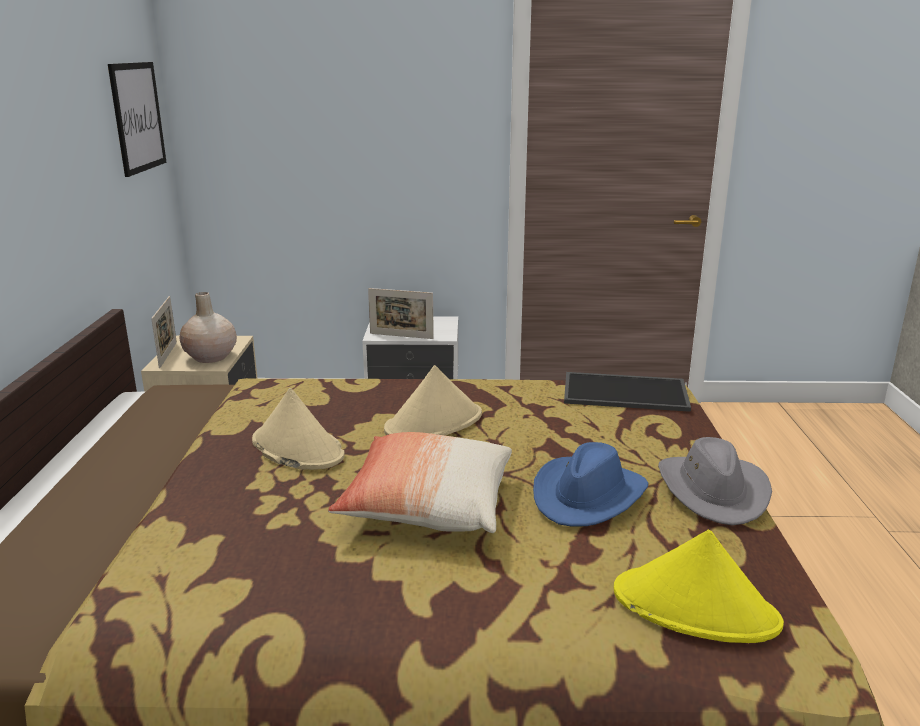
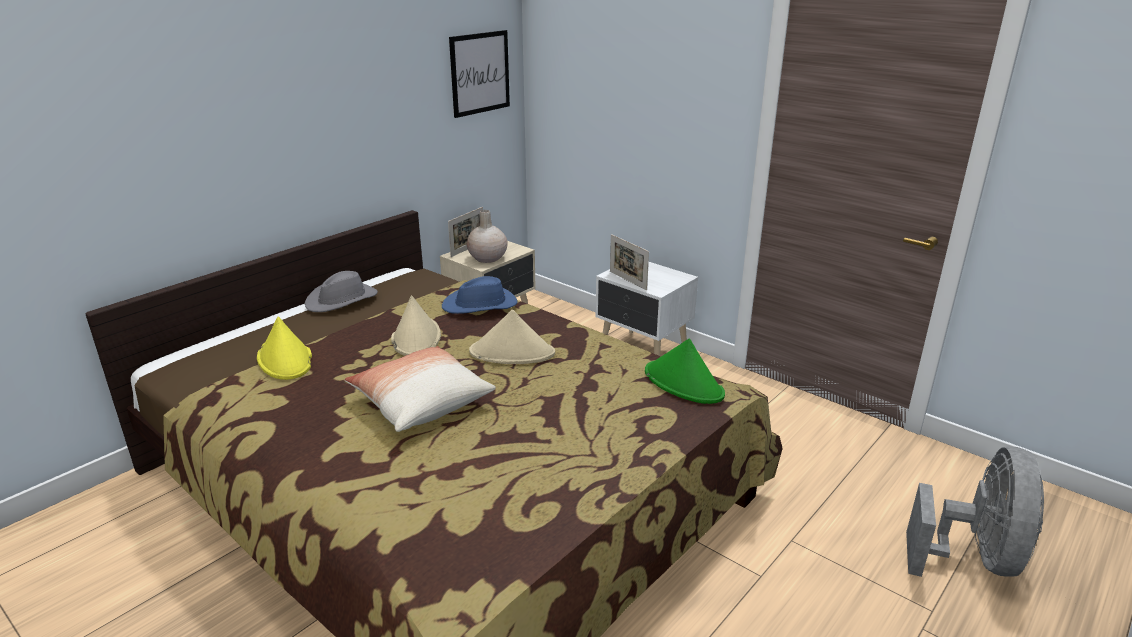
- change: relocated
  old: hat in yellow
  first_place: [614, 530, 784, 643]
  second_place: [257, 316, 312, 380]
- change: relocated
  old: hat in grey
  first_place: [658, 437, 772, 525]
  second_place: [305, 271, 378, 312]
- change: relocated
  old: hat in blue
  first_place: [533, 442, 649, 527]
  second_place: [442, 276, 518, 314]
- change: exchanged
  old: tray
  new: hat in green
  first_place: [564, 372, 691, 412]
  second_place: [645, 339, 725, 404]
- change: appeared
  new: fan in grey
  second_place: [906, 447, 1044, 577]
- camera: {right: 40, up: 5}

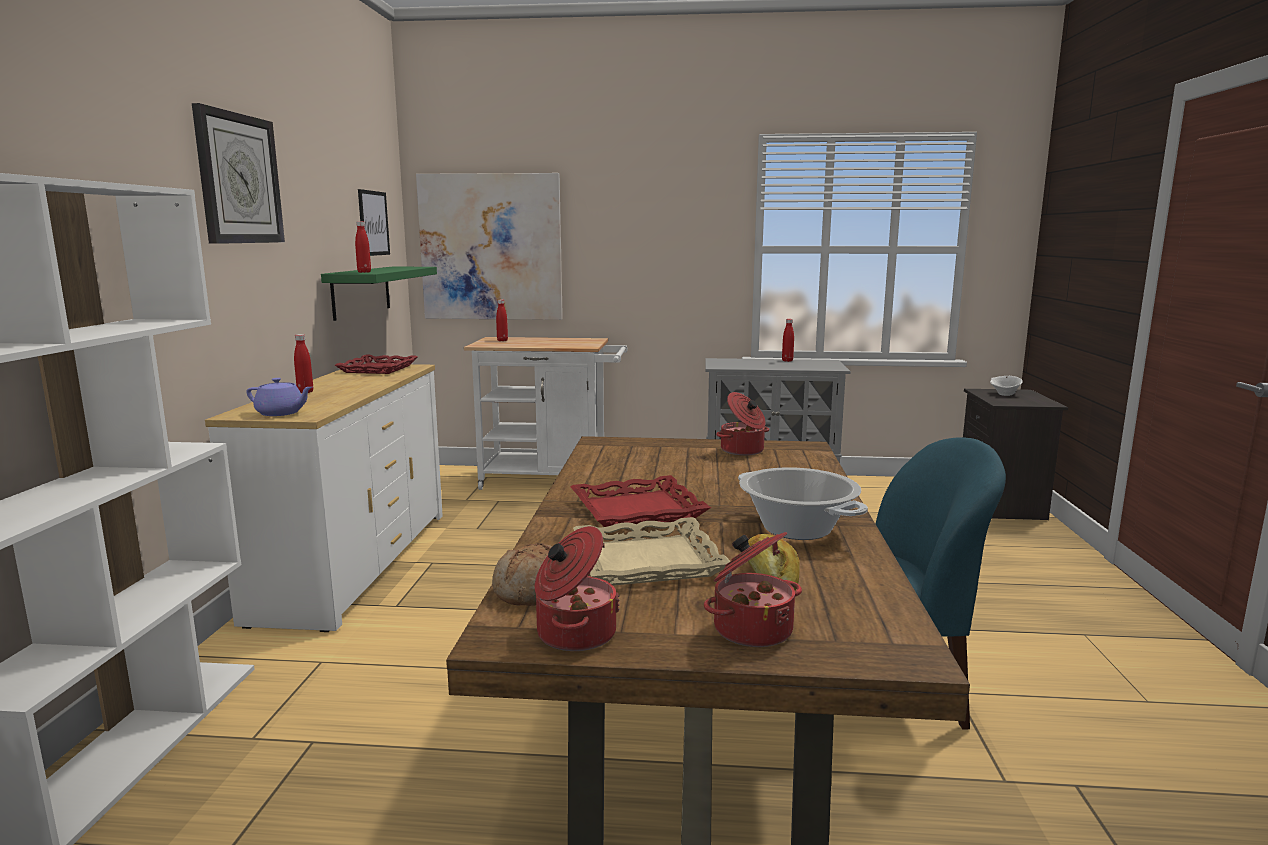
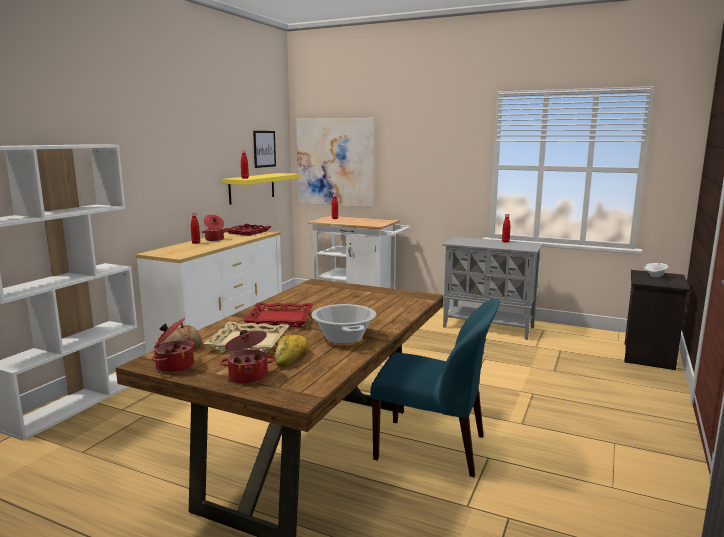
- change: relocated
  old: cooking pot
  first_place: [716, 392, 769, 456]
  second_place: [201, 215, 228, 241]
- change: colour
  old: shelf in green
  new: shelf in yellow
  first_place: [321, 267, 437, 321]
  second_place: [222, 173, 300, 204]
- change: missing
  old: wall clock
  first_place: [192, 103, 285, 244]
- change: missing
  old: teapot in purple
  first_place: [246, 378, 312, 416]
- camera: {right: 20, up: 0}

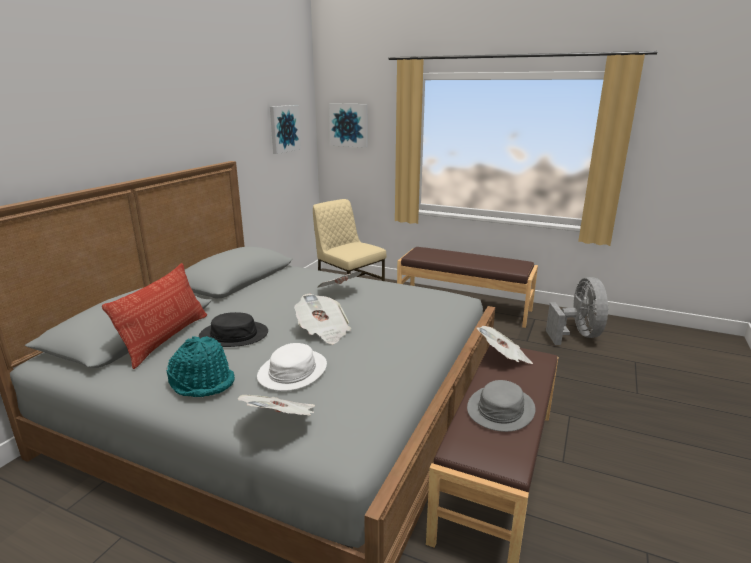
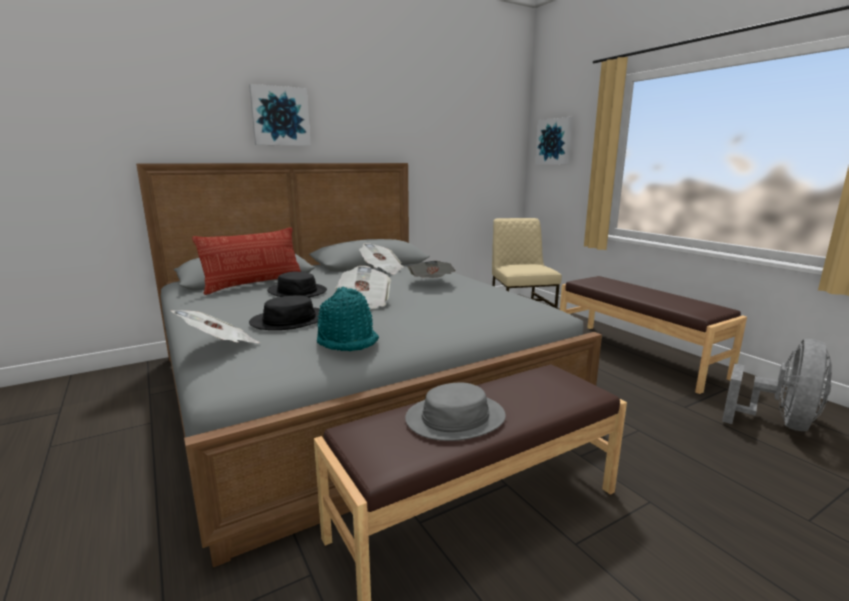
- change: relocated
  old: picture
  first_place: [270, 105, 301, 154]
  second_place: [249, 84, 311, 146]
- change: colour
  old: hat in white
  new: hat in black
  first_place: [257, 343, 327, 391]
  second_place: [249, 295, 320, 330]
- change: relocated
  old: hat in turquoise
  first_place: [166, 336, 235, 397]
  second_place: [317, 286, 379, 351]
- change: relocated
  old: newspaper
  first_place: [477, 326, 533, 364]
  second_place: [359, 243, 404, 274]
- camera: {right: 35, up: -5}

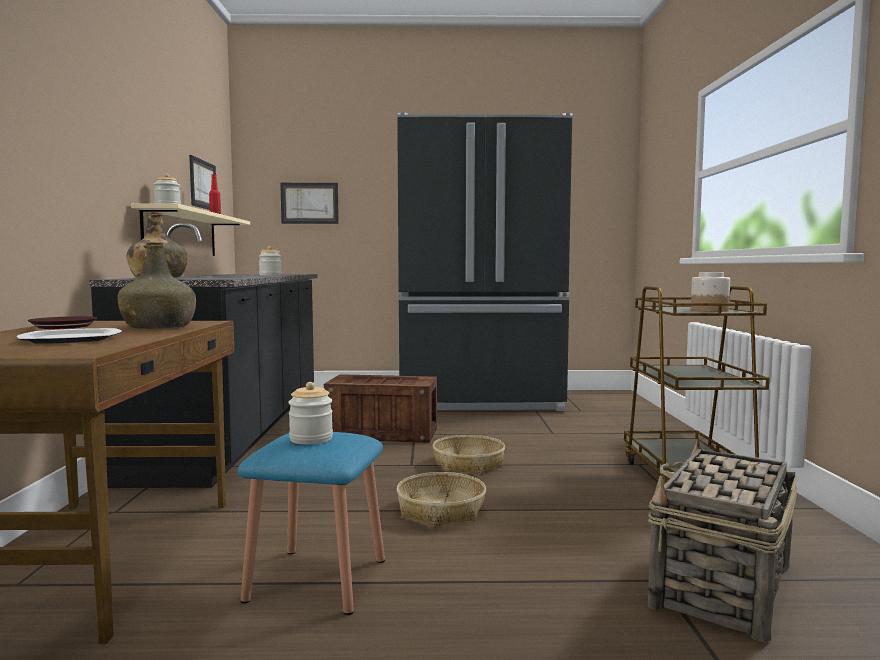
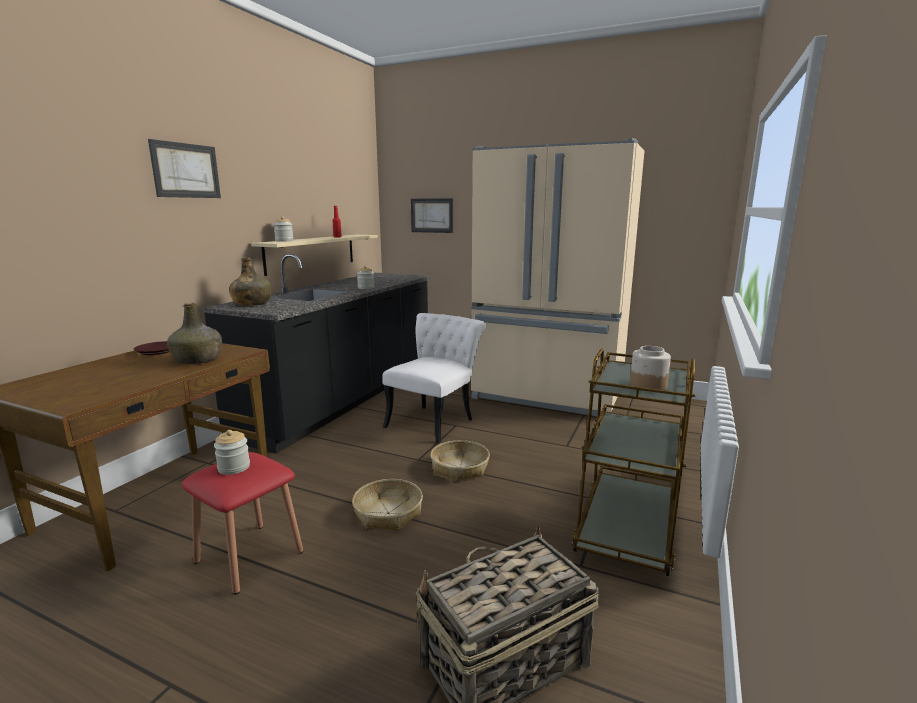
- change: relocated
  old: picture
  first_place: [189, 155, 216, 210]
  second_place: [148, 139, 221, 198]
- change: colour
  old: stool in blue
  new: stool in red
  first_place: [238, 432, 385, 615]
  second_place: [182, 452, 303, 595]
- change: exchanged
  old: crate
  new: chair in white
  first_place: [324, 374, 437, 443]
  second_place: [382, 313, 486, 443]
- change: colour
  old: fridge in black
  new: fridge in beige
  first_place: [397, 112, 573, 411]
  second_place: [471, 138, 644, 416]
- change: missing
  old: plate
  first_place: [17, 328, 122, 344]
- camera: {right: 25, up: 10}

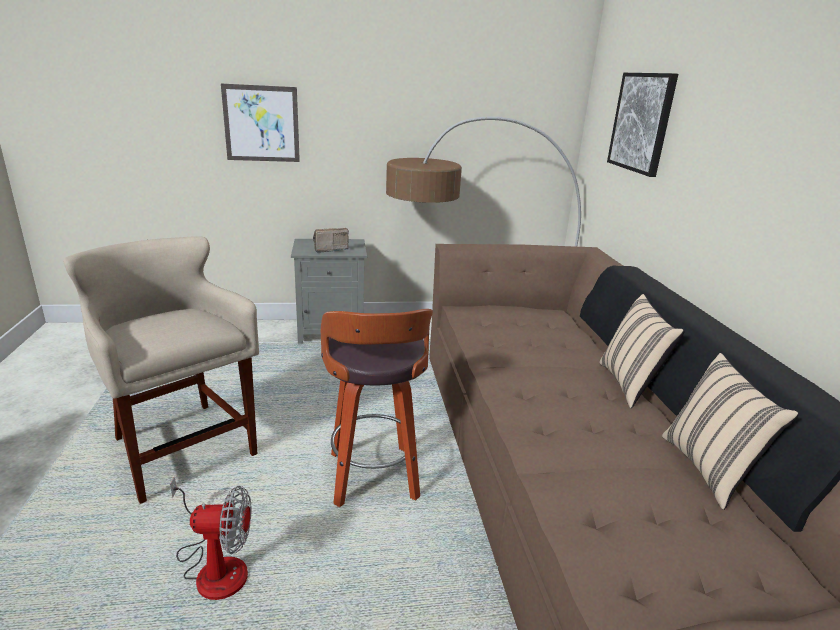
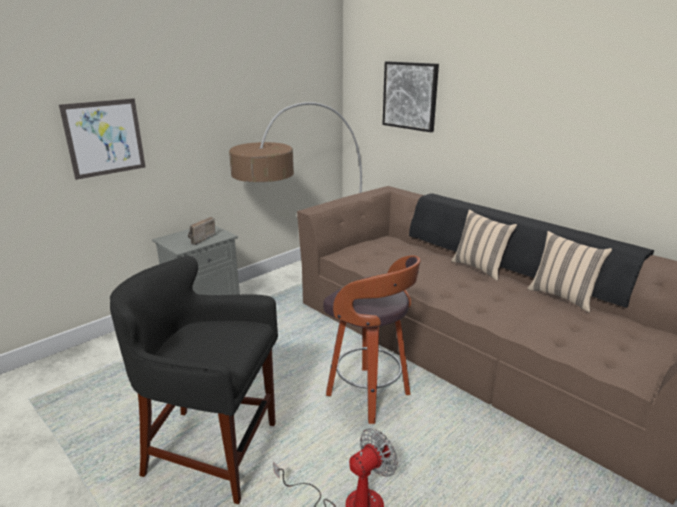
- change: colour
  old: stool in beige
  new: stool in black
  first_place: [63, 236, 259, 504]
  second_place: [110, 256, 278, 504]
- camera: {right: -35, up: 0}

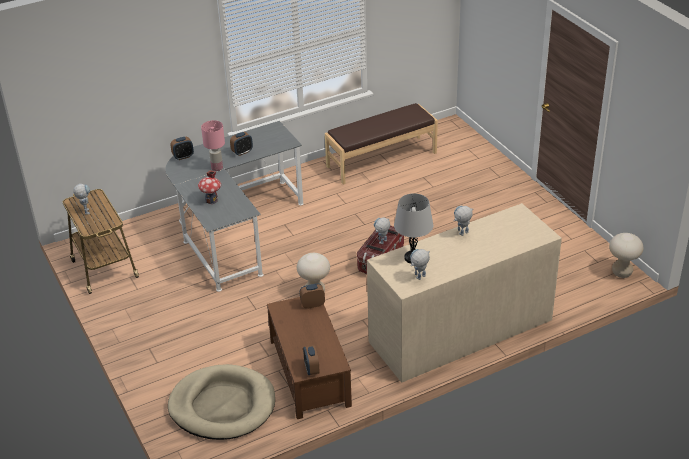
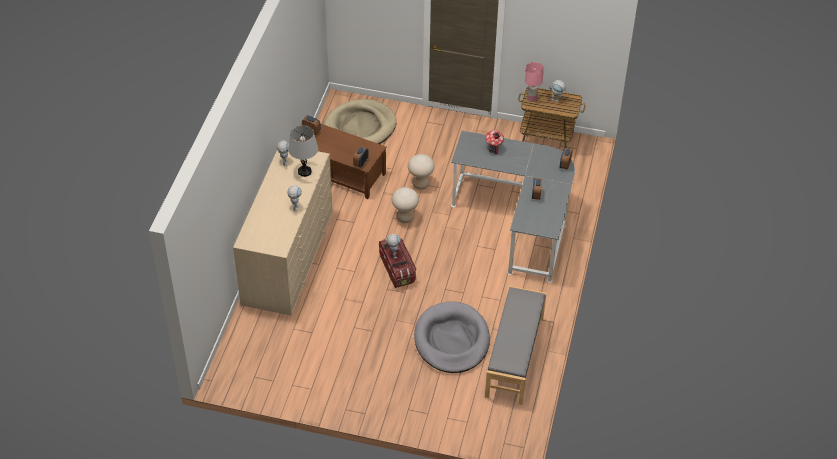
- change: relocated
  old: stool in beige
  first_place: [609, 233, 643, 278]
  second_place: [408, 154, 435, 190]
- change: appeared
  new: dog bed in grey
  second_place: [414, 301, 490, 373]
- change: colour
  old: bench in brown
  new: bench in grey
  first_place: [325, 103, 438, 185]
  second_place: [485, 286, 546, 405]
- change: relocated
  old: table lamp in pink
  first_place: [201, 120, 225, 171]
  second_place: [525, 62, 544, 102]
- camera: {right: 130, up: 10}

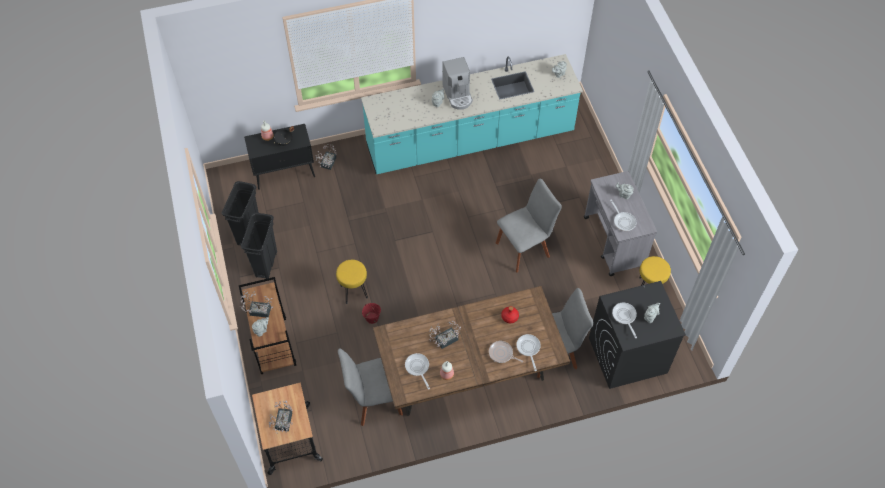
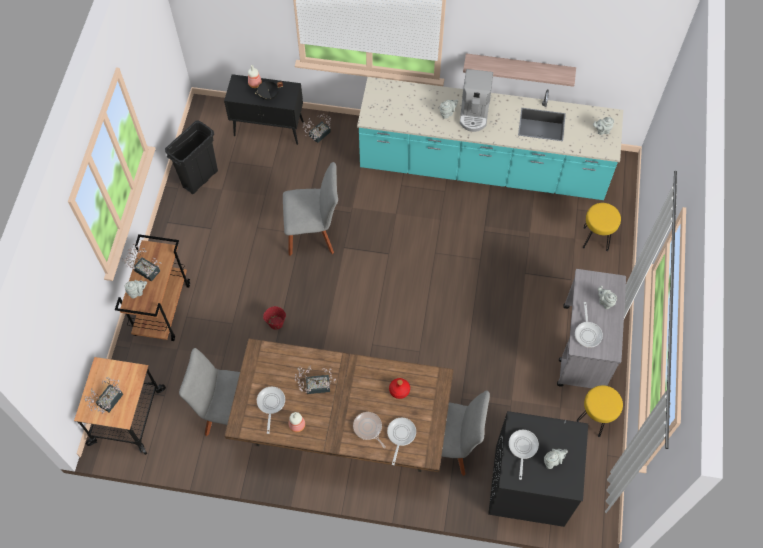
- change: relocated
  old: chair in grey
  first_place: [496, 178, 562, 273]
  second_place: [283, 162, 338, 256]
- change: appeared
  new: shelf
  second_place: [463, 53, 576, 87]
- change: relocated
  old: stool in yellow
  first_place: [336, 260, 368, 304]
  second_place: [583, 203, 621, 251]
- change: missing
  old: trash can in black
  first_place: [241, 213, 277, 279]
- camera: {right: 25, up: 5}

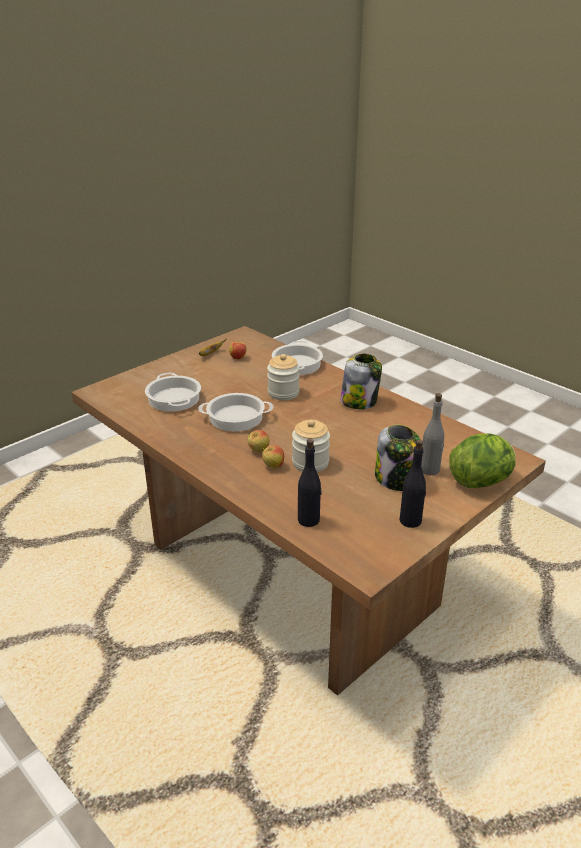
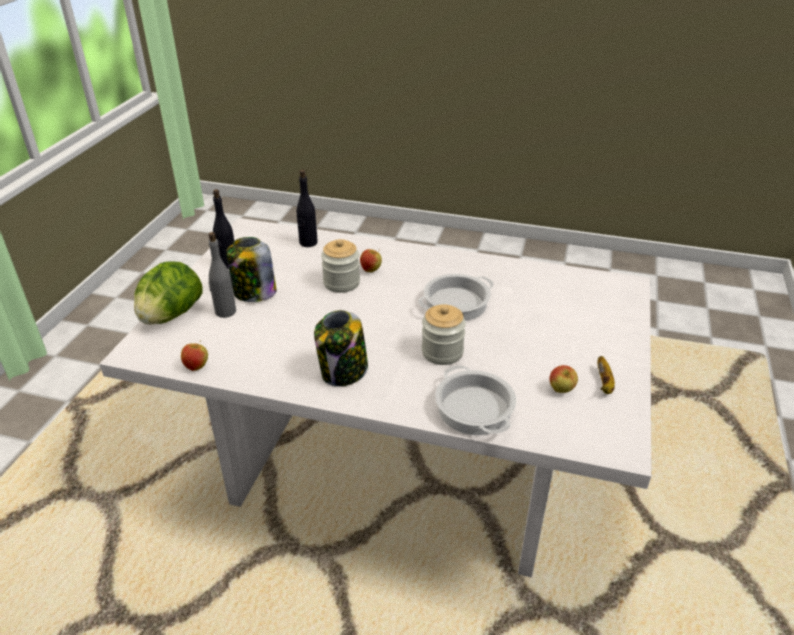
- change: colour
  old: dining table in brown
  new: dining table in white
  first_place: [71, 326, 546, 695]
  second_place: [100, 218, 651, 578]
- change: relocated
  old: apple
  first_place: [247, 430, 269, 452]
  second_place: [181, 340, 208, 371]
- change: missing
  old: cooking pot
  first_place: [145, 373, 201, 412]
- camera: {right: 150, up: 5}

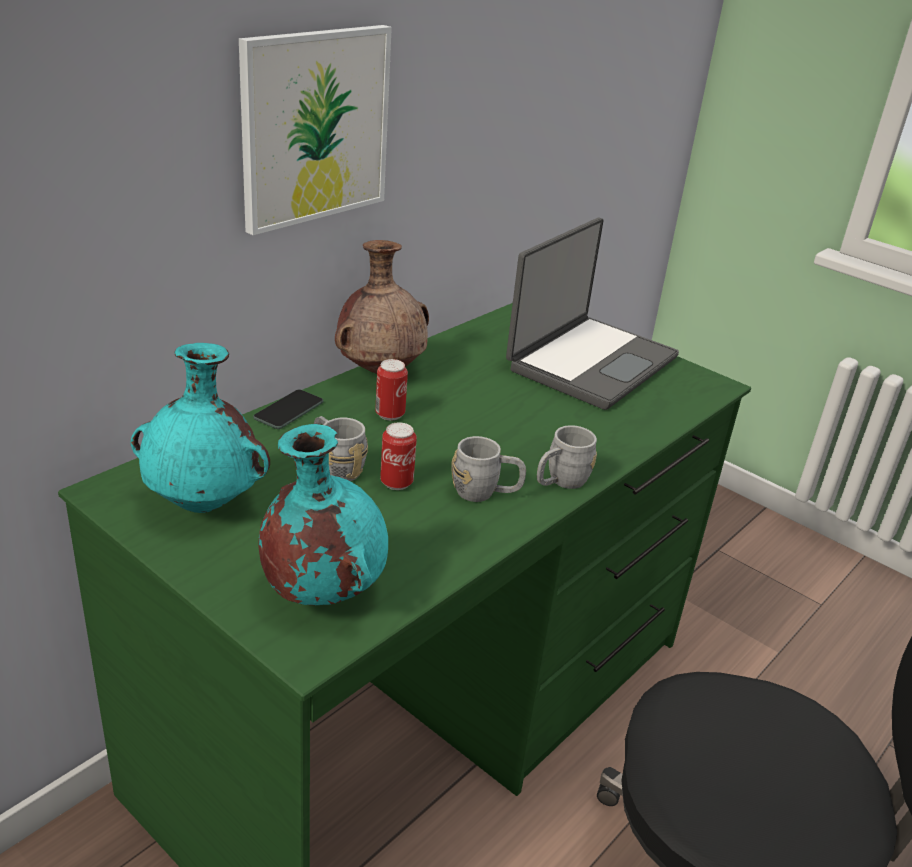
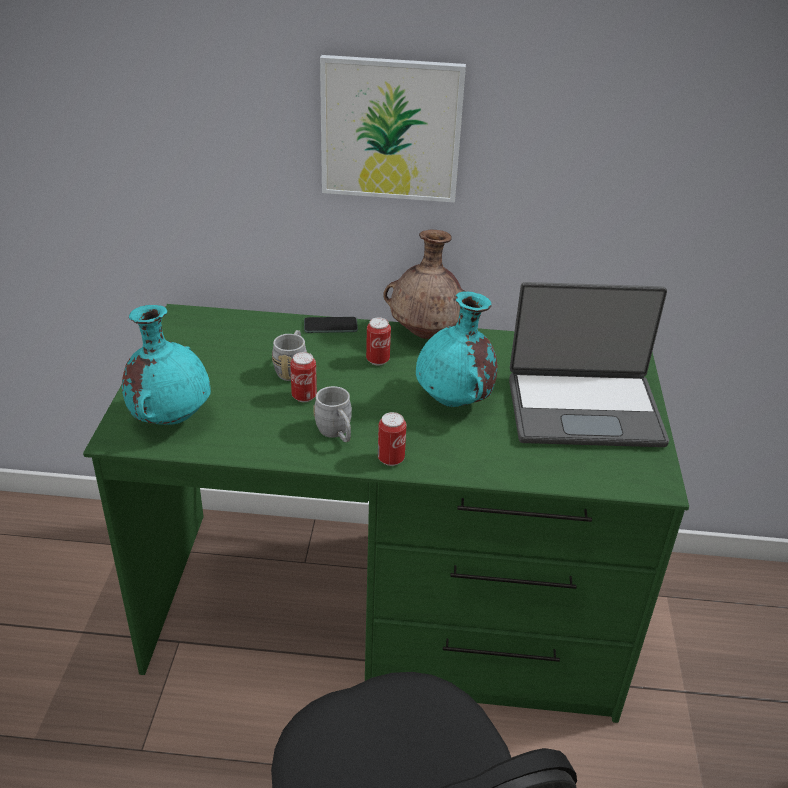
- change: exchanged
  old: mug in grey
  new: can
  first_place: [537, 425, 597, 489]
  second_place: [378, 412, 406, 466]
- change: relocated
  old: vase in turquoise
  first_place: [130, 343, 270, 513]
  second_place: [416, 291, 498, 407]
- camera: {right: 55, up: 5}

